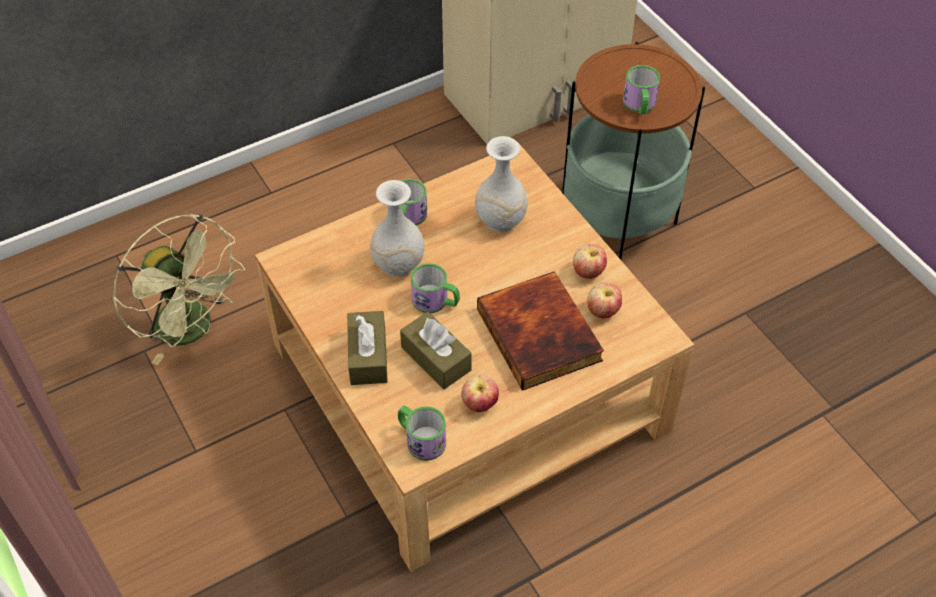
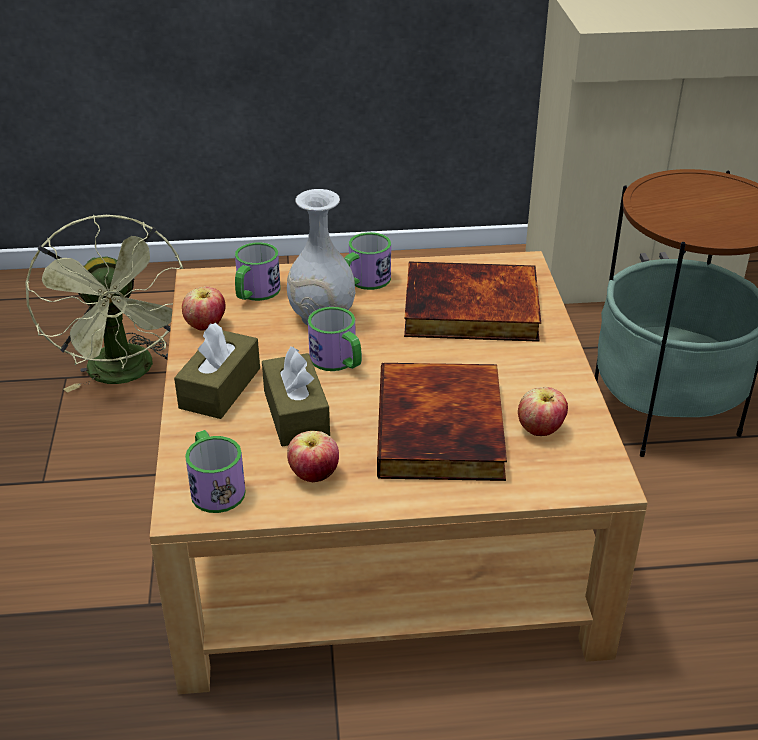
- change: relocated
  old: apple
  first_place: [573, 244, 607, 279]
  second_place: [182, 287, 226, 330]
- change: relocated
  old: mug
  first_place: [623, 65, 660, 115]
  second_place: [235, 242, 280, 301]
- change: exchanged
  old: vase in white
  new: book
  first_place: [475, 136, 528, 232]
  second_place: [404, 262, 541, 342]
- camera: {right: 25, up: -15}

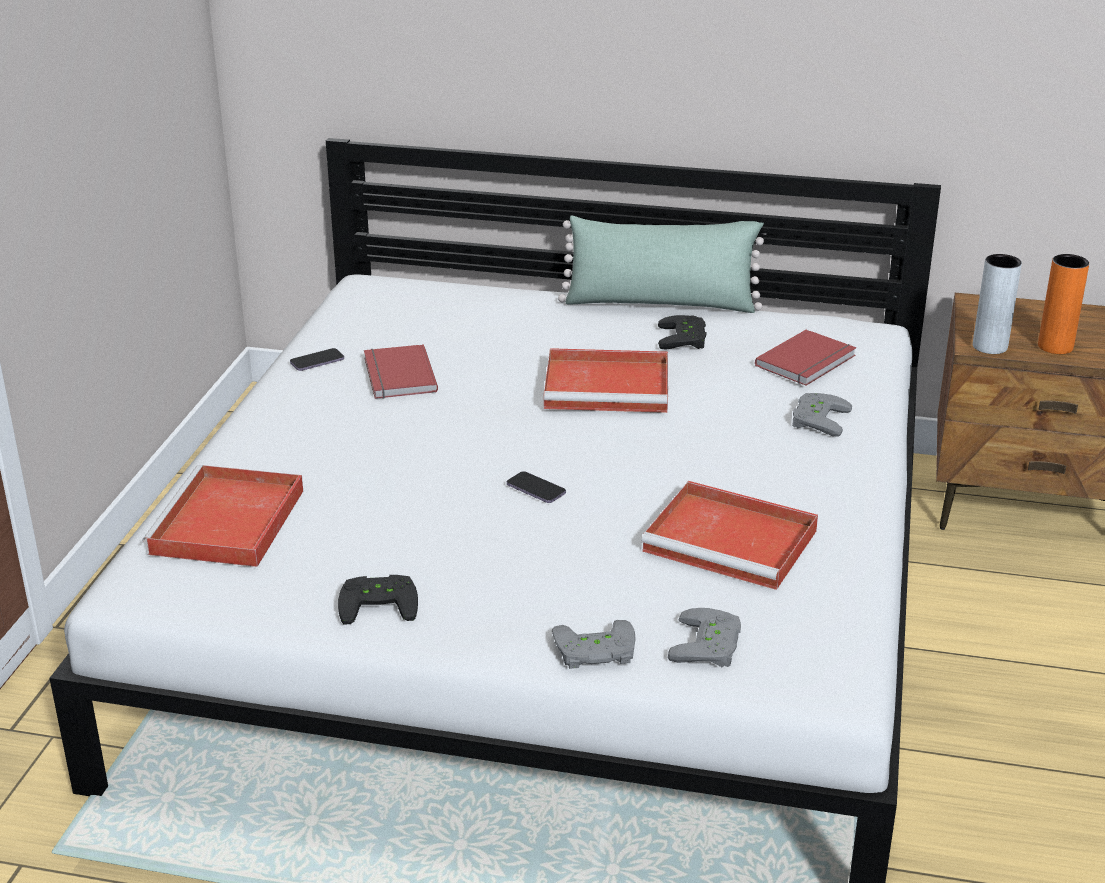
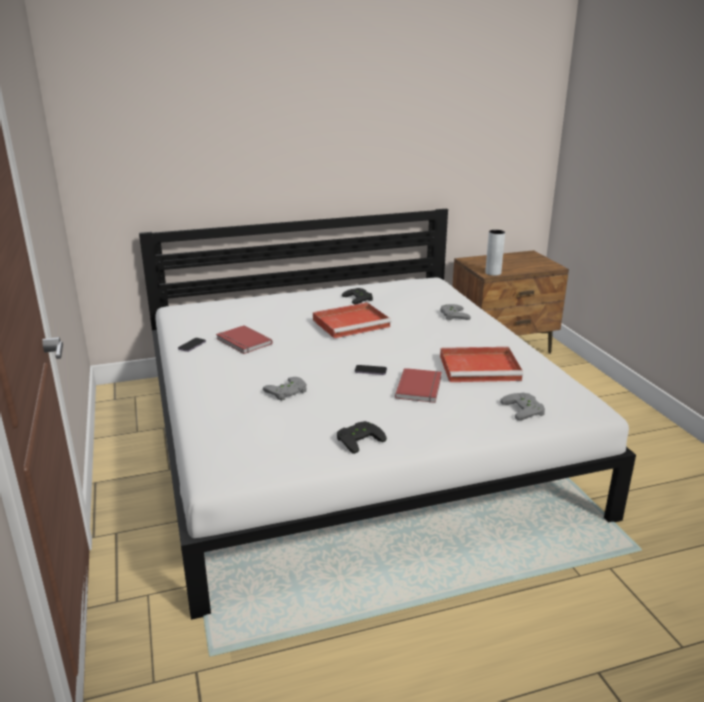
- change: relocated
  old: game controller in grey
  first_place: [552, 620, 636, 669]
  second_place: [263, 377, 307, 401]
- change: relocated
  old: book in red
  first_place: [755, 330, 856, 386]
  second_place: [395, 368, 442, 403]
- change: missing
  old: tray in red
  first_place: [142, 465, 303, 567]
- change: missing
  old: pillow in green
  first_place: [558, 216, 766, 313]
- change: missing
  old: vase in orange
  first_place: [1038, 254, 1089, 354]
- camera: {right: -30, up: -5}

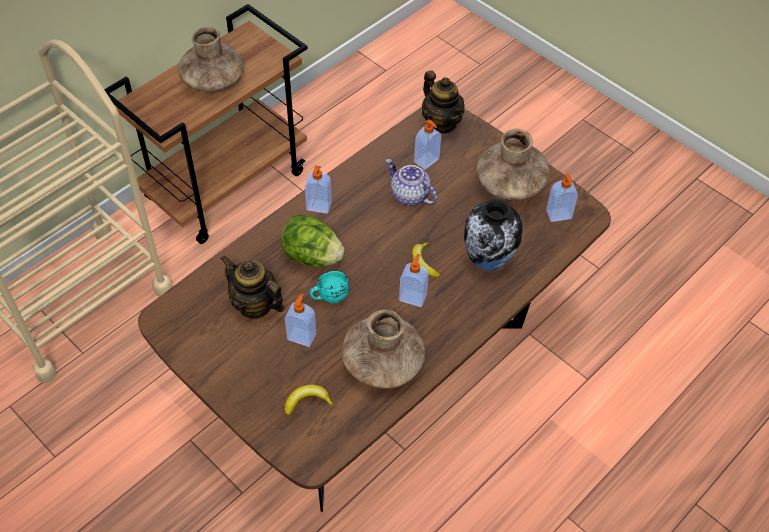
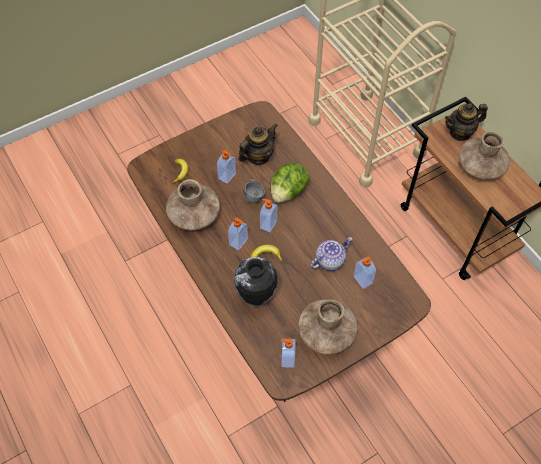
- change: colour
  old: mug in turquoise
  new: mug in grey
  first_place: [310, 271, 349, 303]
  second_place: [243, 179, 265, 203]
- change: relocated
  old: soap dispenser
  first_place: [305, 165, 332, 214]
  second_place: [260, 199, 277, 232]
- change: relocated
  old: teapot
  first_place: [422, 70, 464, 133]
  second_place: [445, 103, 488, 141]
- camera: {right: 105, up: 5}

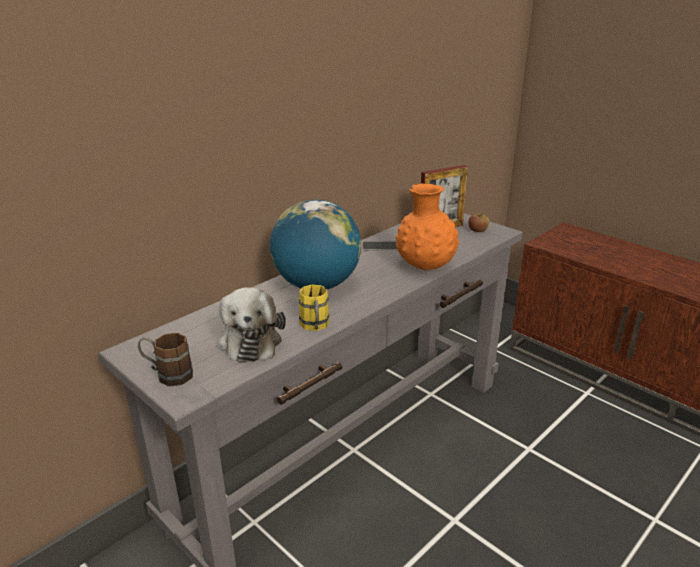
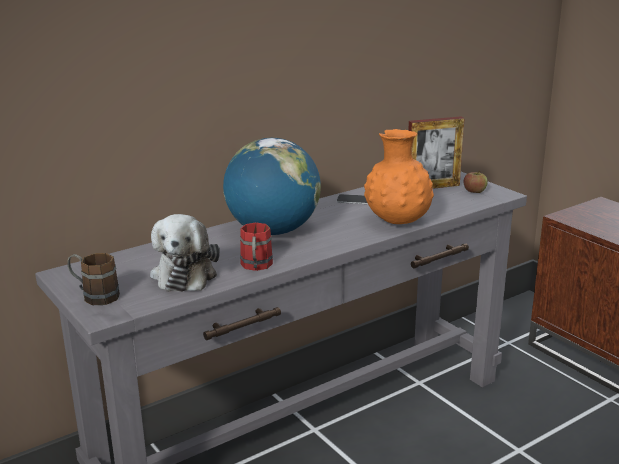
- change: colour
  old: mug in yellow
  new: mug in red
  first_place: [299, 284, 330, 331]
  second_place: [240, 223, 273, 271]
- camera: {right: 10, up: -5}

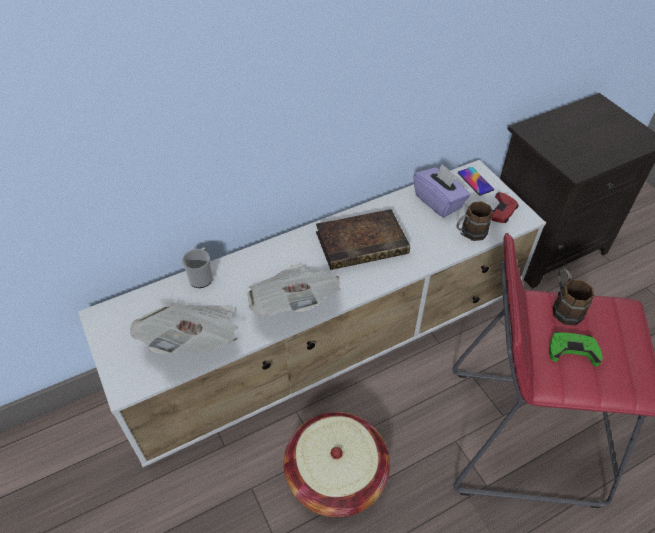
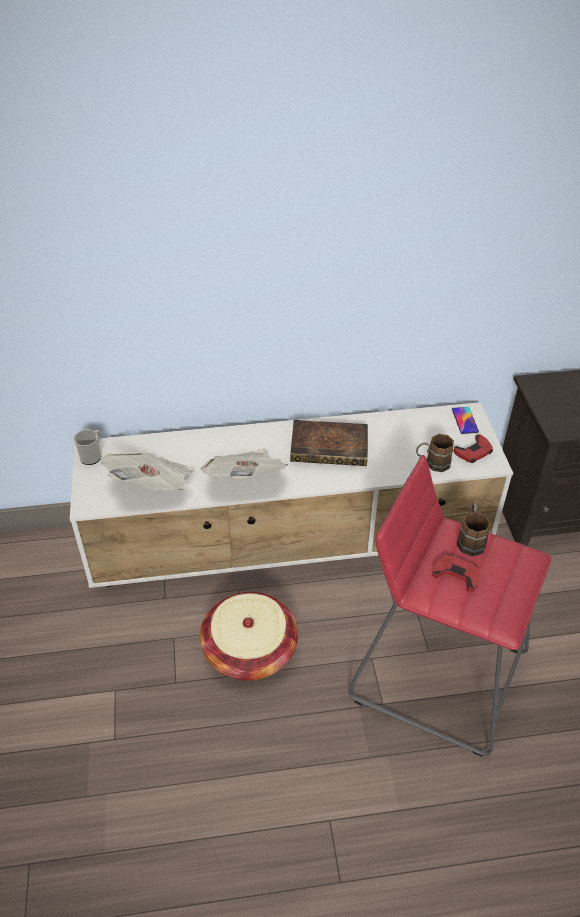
- change: relocated
  old: mug
  first_place: [182, 247, 213, 288]
  second_place: [74, 429, 101, 465]
- change: colour
  old: game controller in green
  new: game controller in red
  first_place: [549, 332, 602, 367]
  second_place: [432, 555, 480, 592]
- change: missing
  old: tissue box in purple
  first_place: [413, 164, 470, 218]
- camera: {right: 20, up: -5}

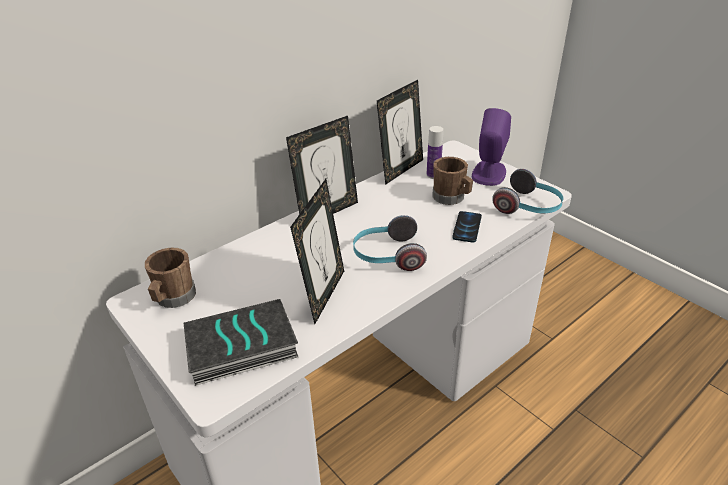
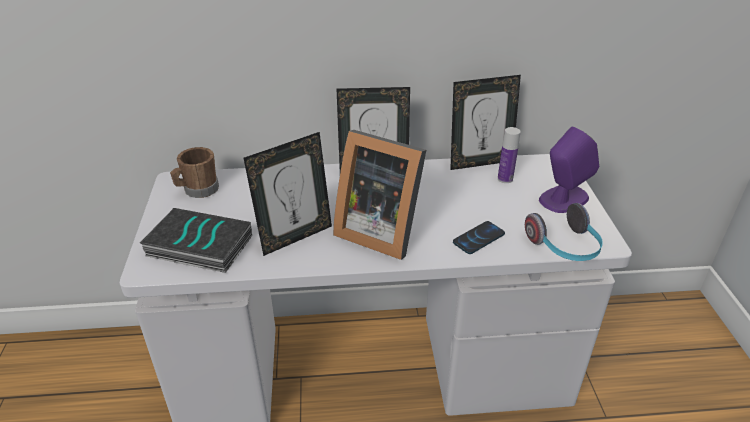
- change: exchanged
  old: headphones
  new: picture frame
  first_place: [353, 215, 427, 271]
  second_place: [333, 130, 426, 260]
- change: missing
  old: mug in brown
  first_place: [432, 157, 473, 205]
- camera: {right: 35, up: 0}

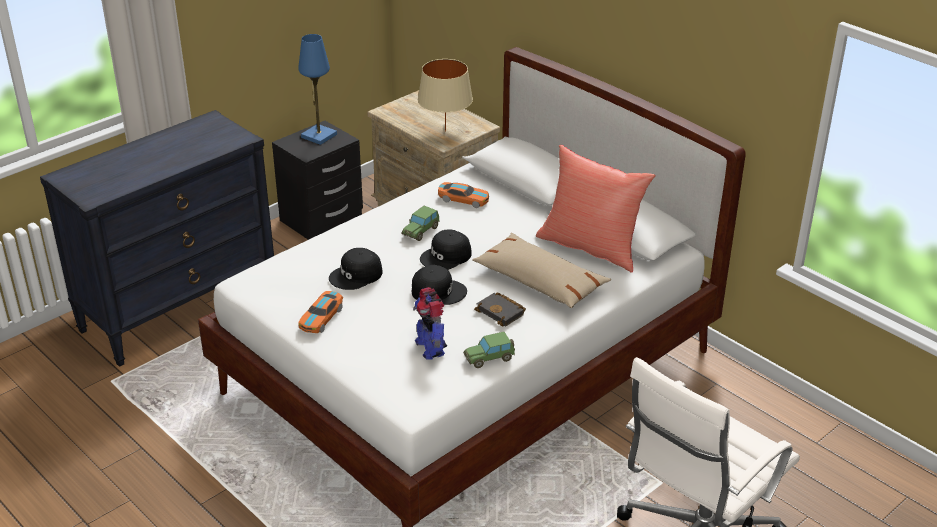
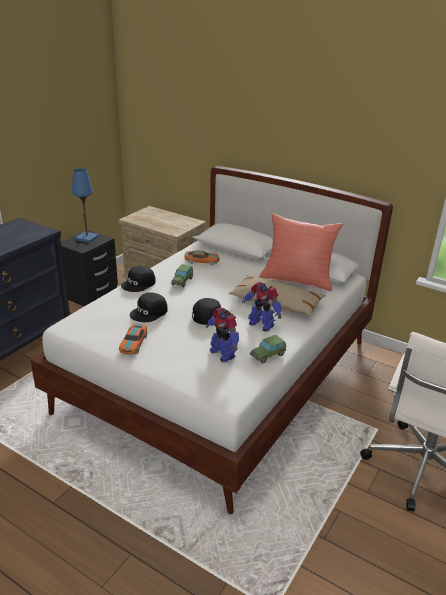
- change: relocated
  old: cap in black
  first_place: [420, 230, 472, 270]
  second_place: [121, 266, 156, 292]
- change: exchanged
  old: book in black
  new: toy robot
  first_place: [474, 293, 526, 327]
  second_place: [242, 282, 282, 332]
- change: missing
  old: table lamp in beige
  first_place: [418, 59, 473, 132]
- camera: {right: -15, up: -5}

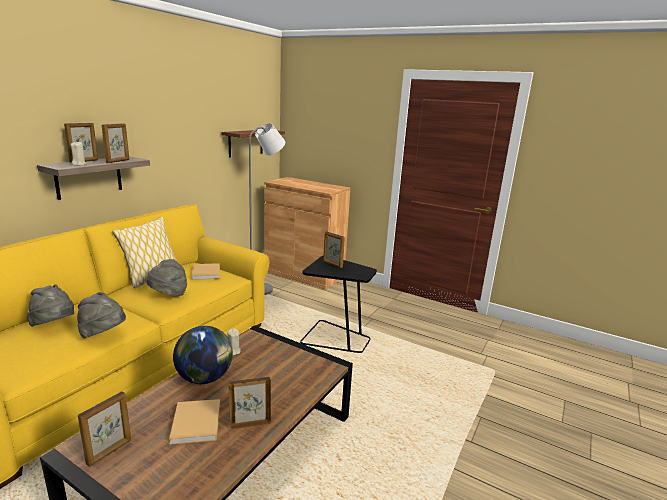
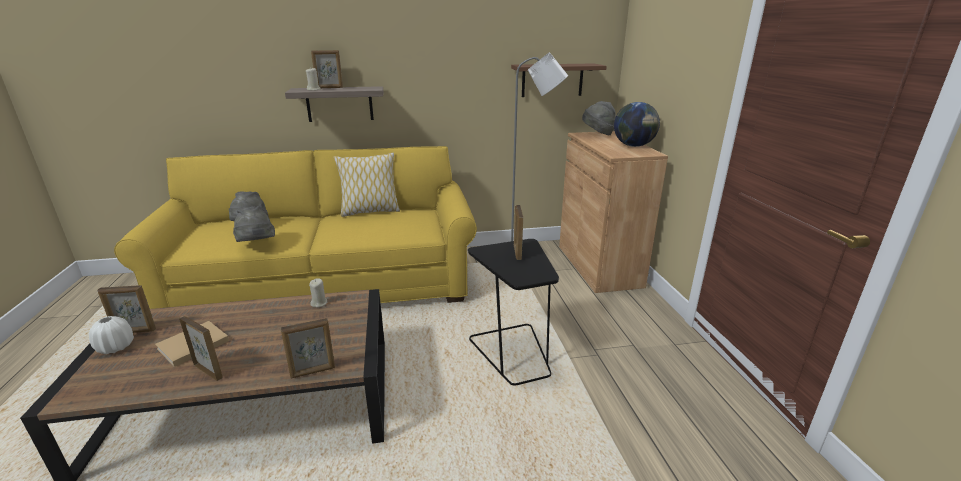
- change: appeared
  new: vase in white
  second_place: [89, 316, 134, 354]
- change: relocated
  old: picture frame
  first_place: [102, 123, 129, 163]
  second_place: [281, 318, 335, 379]
- change: relocated
  old: hat in grey
  first_place: [146, 259, 187, 297]
  second_place: [582, 101, 616, 135]
- change: relocated
  old: globe
  first_place: [173, 326, 233, 384]
  second_place: [614, 102, 660, 147]
- change: missing
  old: book in beige
  first_place: [192, 263, 220, 280]
- camera: {right: 50, up: 5}

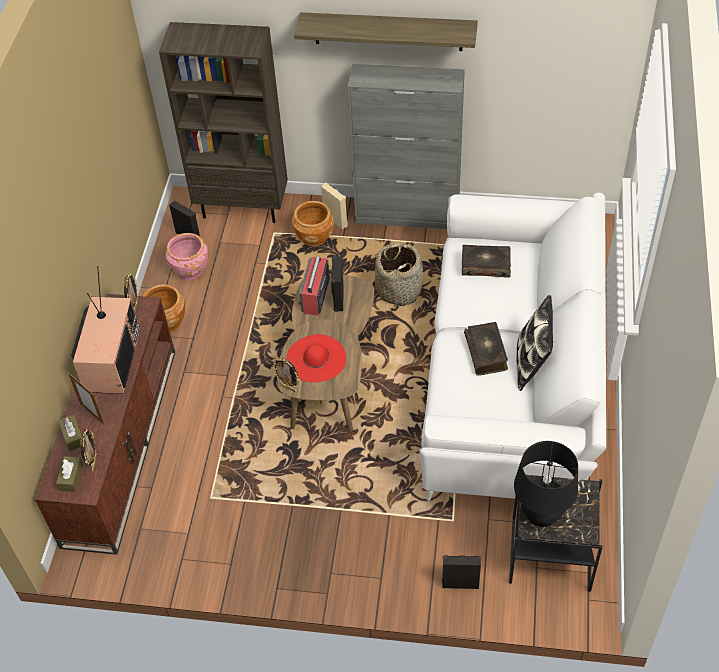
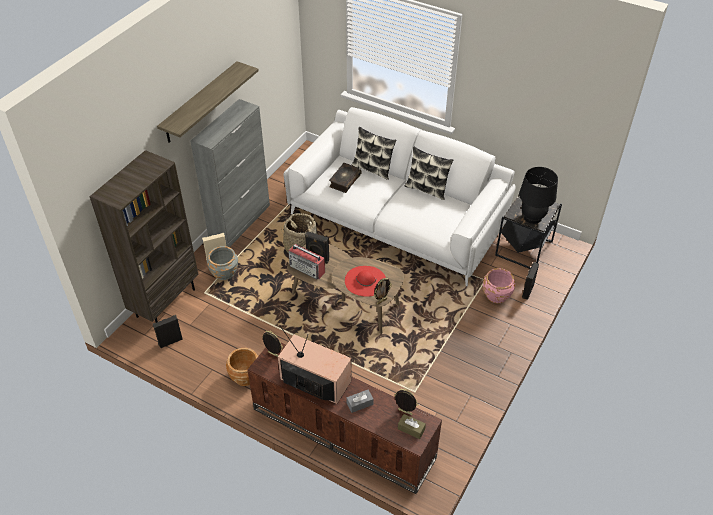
- change: colour
  old: planter in brown
  new: planter in grey
  first_place: [292, 201, 334, 247]
  second_place: [207, 246, 238, 280]
- change: exchanged
  old: picture frame
  new: tissue box in grey
  first_place: [68, 373, 105, 425]
  second_place: [347, 390, 374, 413]
- change: appeared
  new: pillow
  second_place: [352, 127, 397, 180]
- change: relocated
  old: planter in pink
  first_place: [166, 233, 208, 280]
  second_place: [483, 268, 516, 304]
- change: missing
  old: tissue box in brown
  first_place: [58, 415, 82, 451]
- change: missing
  old: book
  first_place: [464, 322, 508, 376]
- camera: {right: -70, up: -5}

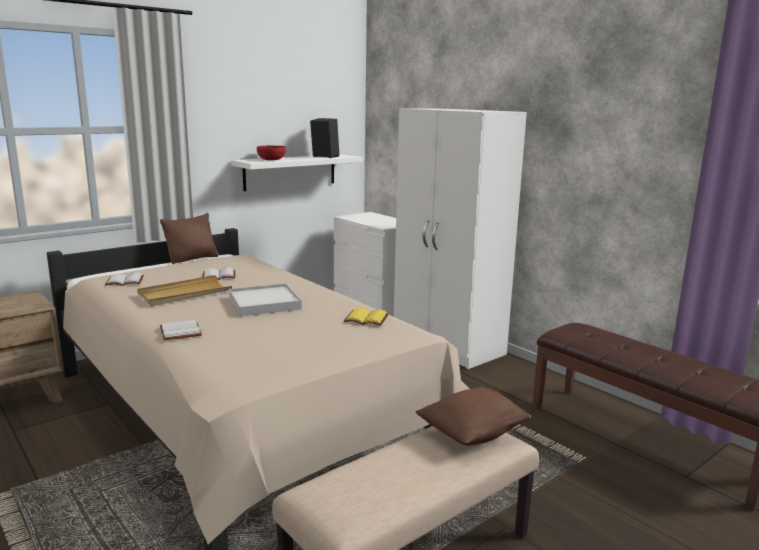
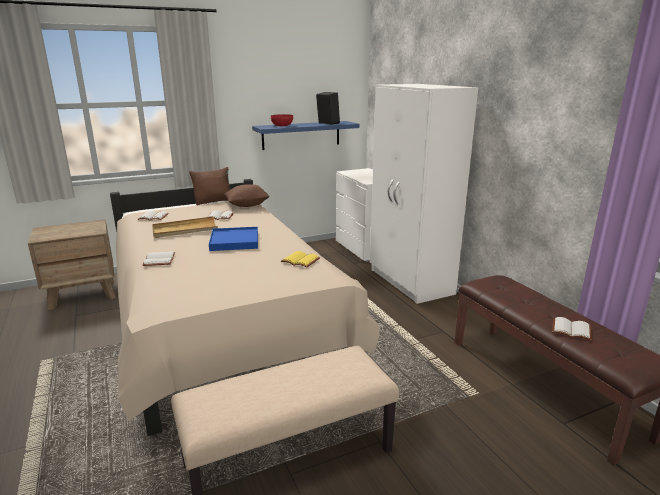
- change: colour
  old: tray in white
  new: tray in blue
  first_place: [229, 283, 302, 316]
  second_place: [209, 227, 258, 251]
- change: relocated
  old: pillow in brown
  first_place: [415, 387, 531, 446]
  second_place: [224, 184, 270, 207]
- change: colour
  old: shelf in white
  new: shelf in blue
  first_place: [231, 154, 363, 191]
  second_place: [252, 121, 359, 150]
- change: appeared
  new: book in white
  second_place: [552, 317, 592, 340]
- camera: {right: 15, up: 5}

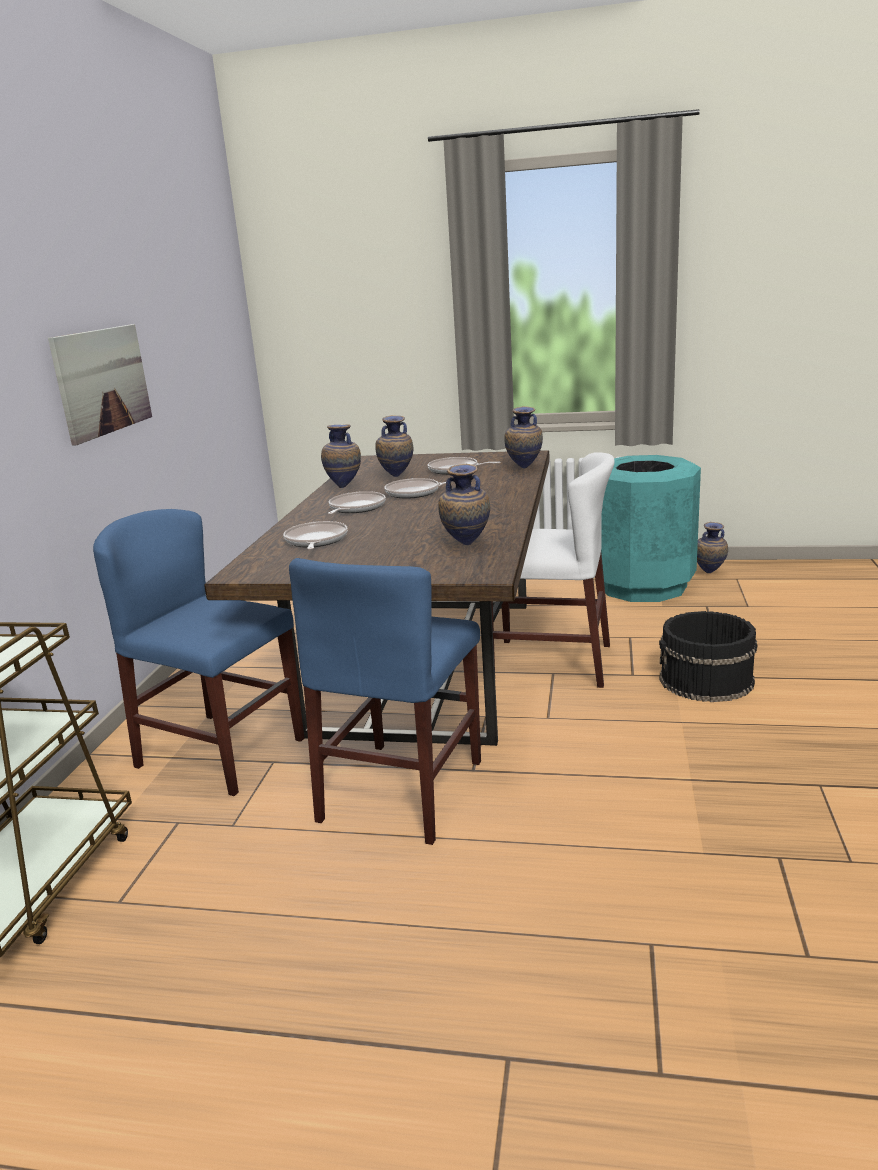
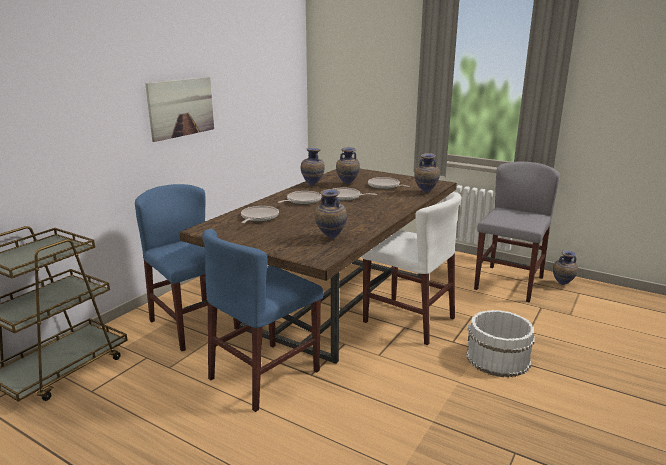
- change: colour
  old: bucket in black
  new: bucket in white
  first_place: [659, 611, 758, 702]
  second_place: [466, 310, 534, 377]
- change: exchanged
  old: trash can in turquoise
  new: chair in grey
  first_place: [601, 455, 701, 602]
  second_place: [474, 161, 560, 302]
- camera: {right: 20, up: 0}

